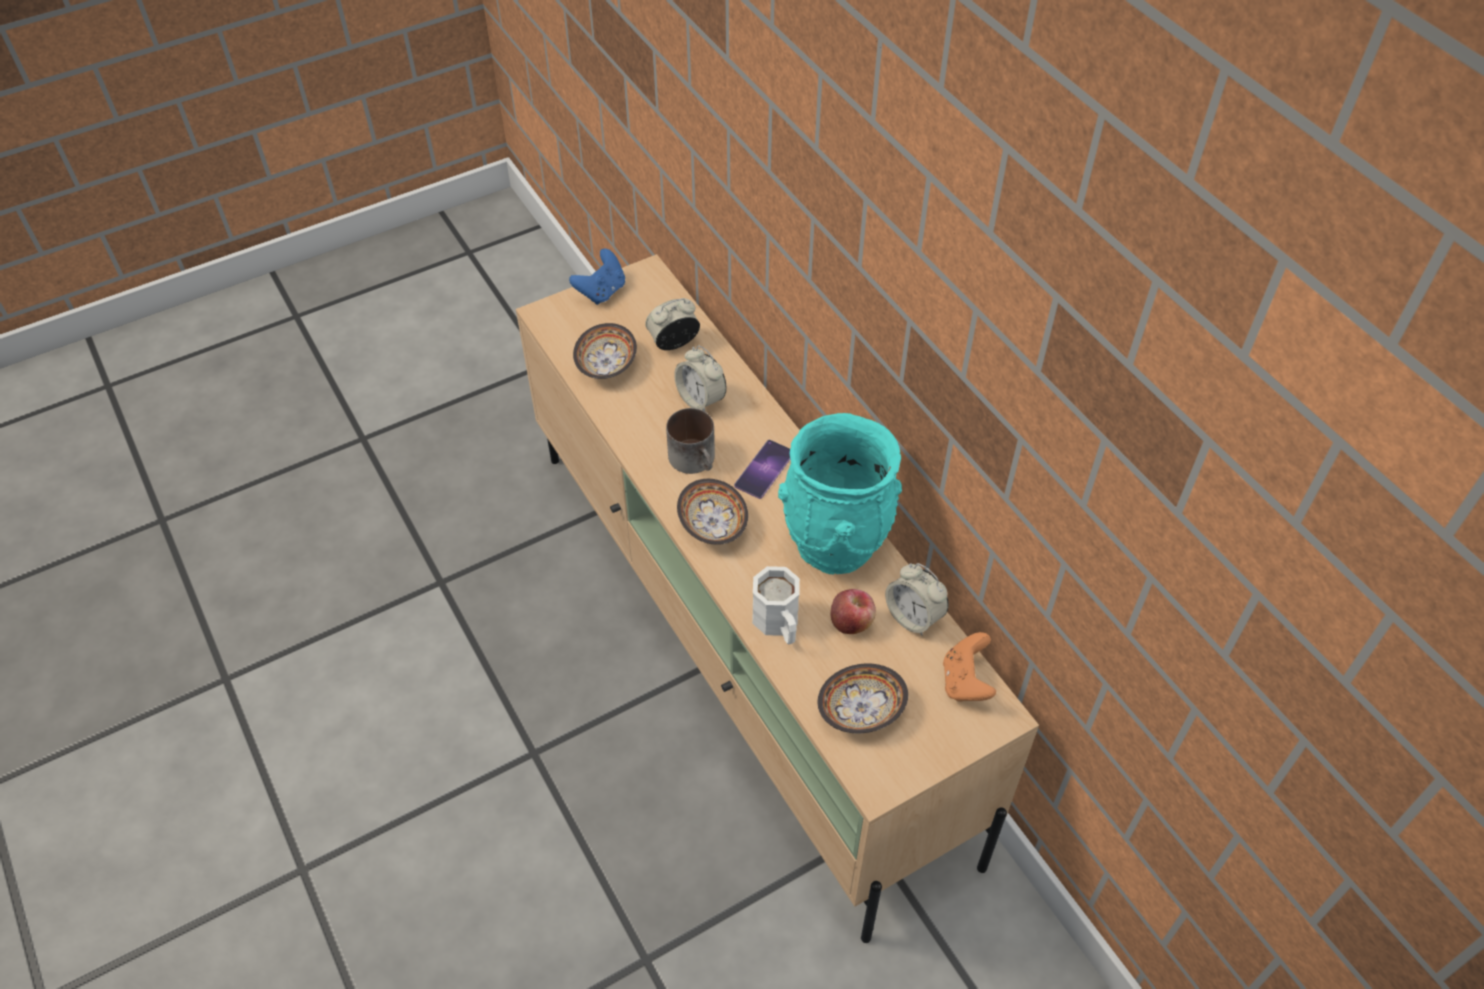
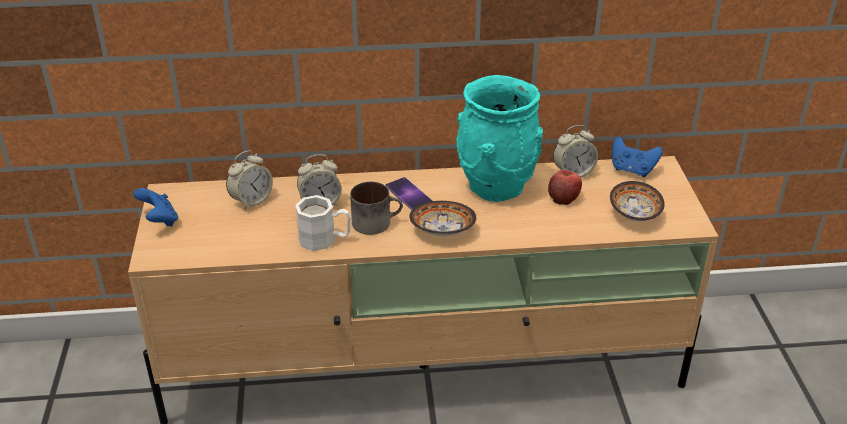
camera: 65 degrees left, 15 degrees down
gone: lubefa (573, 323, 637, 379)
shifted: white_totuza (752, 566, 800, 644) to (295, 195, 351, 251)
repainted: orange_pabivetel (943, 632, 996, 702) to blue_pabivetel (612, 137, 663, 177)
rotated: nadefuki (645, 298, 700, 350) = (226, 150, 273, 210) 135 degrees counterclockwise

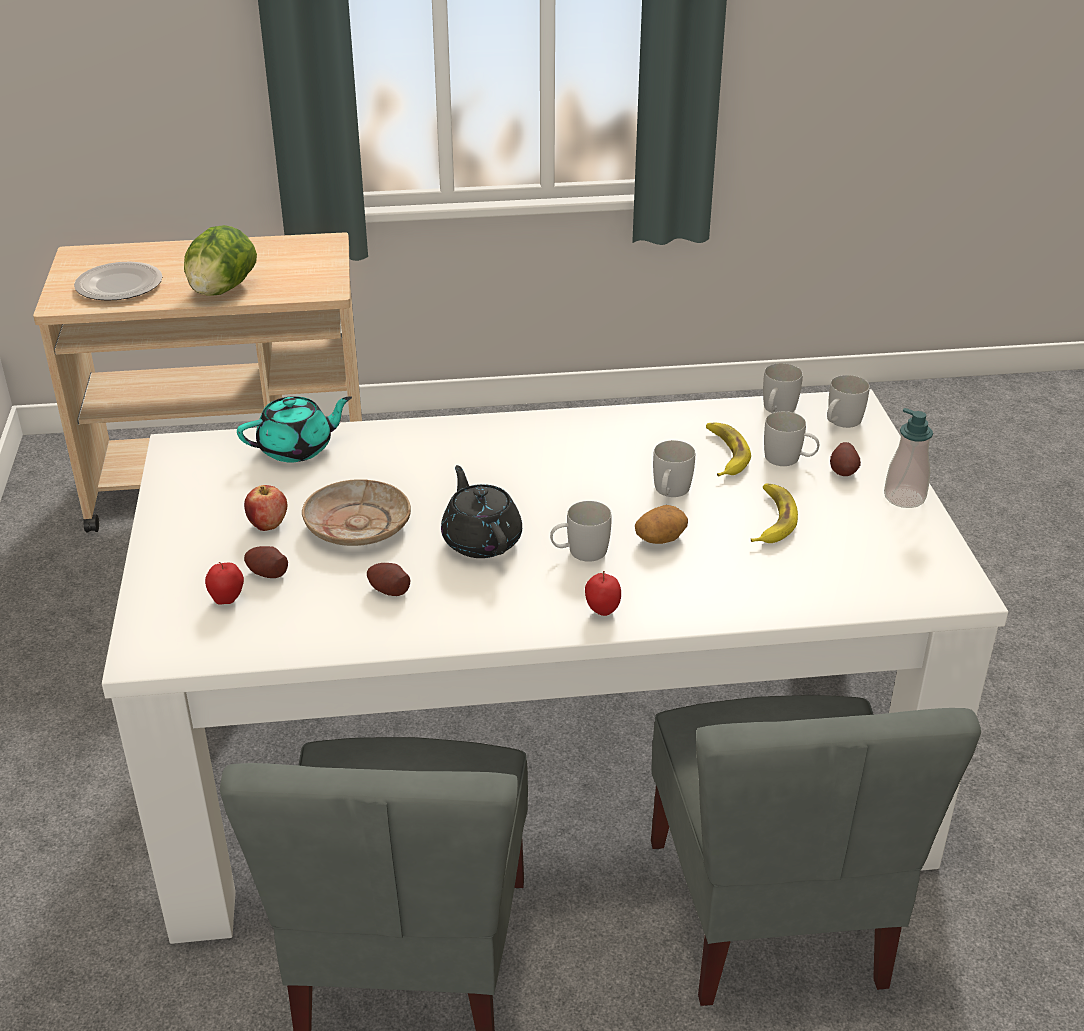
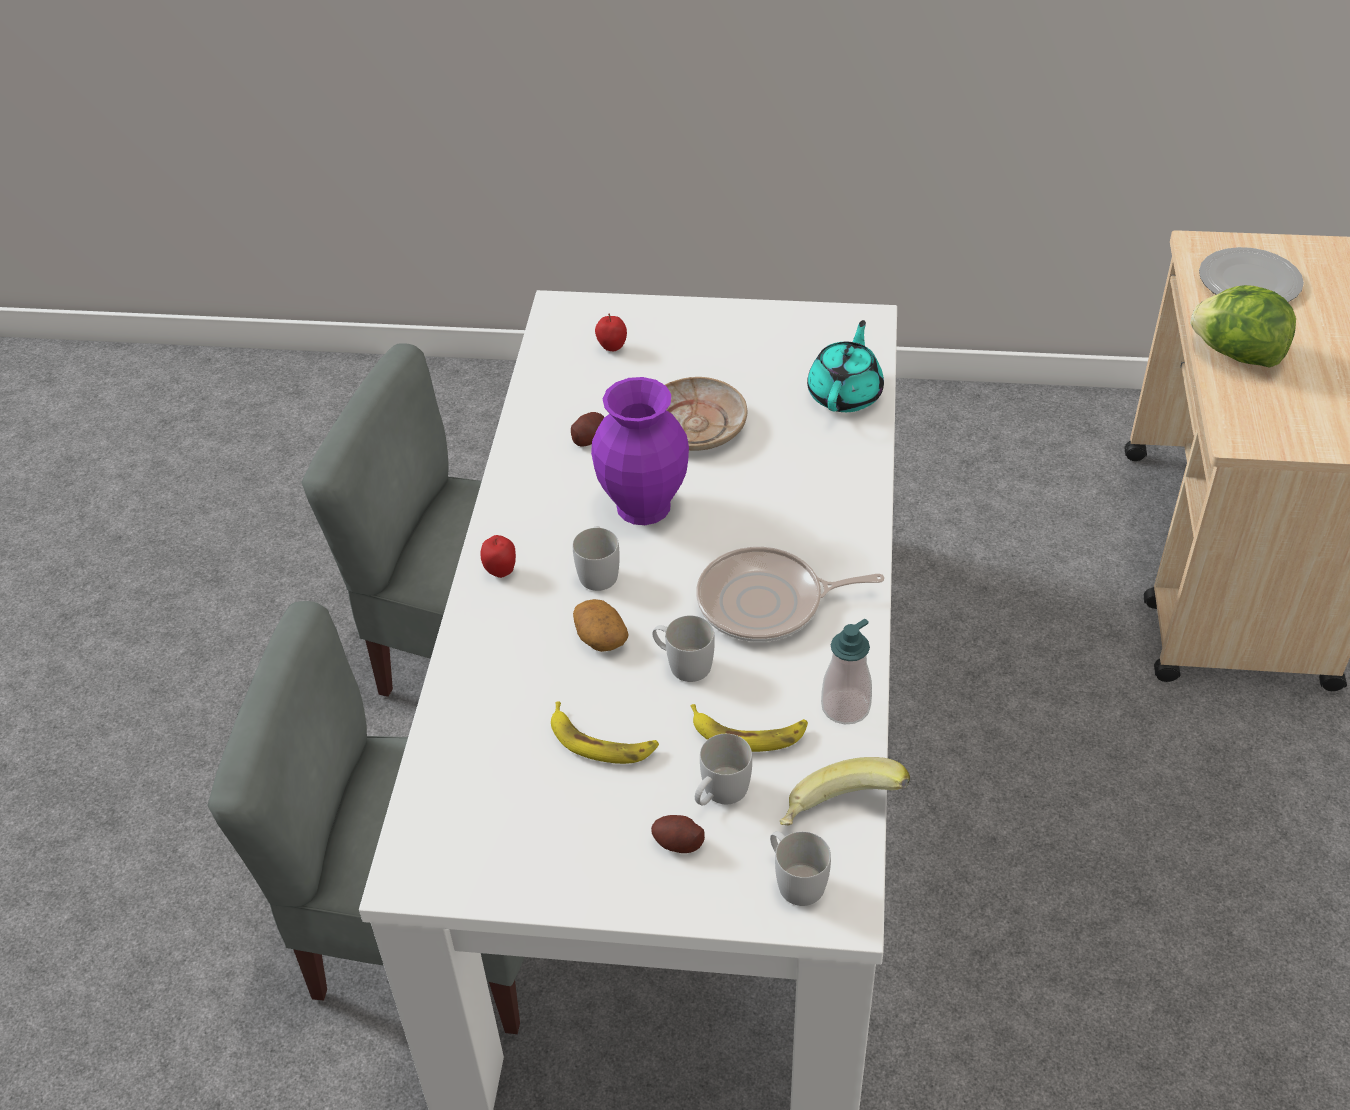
camera: 105 degrees right, 10 degrees up
gone: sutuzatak (244, 485, 287, 531); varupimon (244, 546, 288, 578)
new: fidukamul (696, 546, 885, 642)
shifted: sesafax (884, 408, 933, 508) to (821, 619, 872, 724)
swapped: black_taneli (441, 465, 522, 558) to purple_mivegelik (591, 377, 689, 525); white_totuza (763, 363, 803, 413) to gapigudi (780, 757, 910, 826)
rotated: turquoise_taneli (237, 396, 352, 462) = (807, 320, 884, 412) 150 degrees counterclockwise

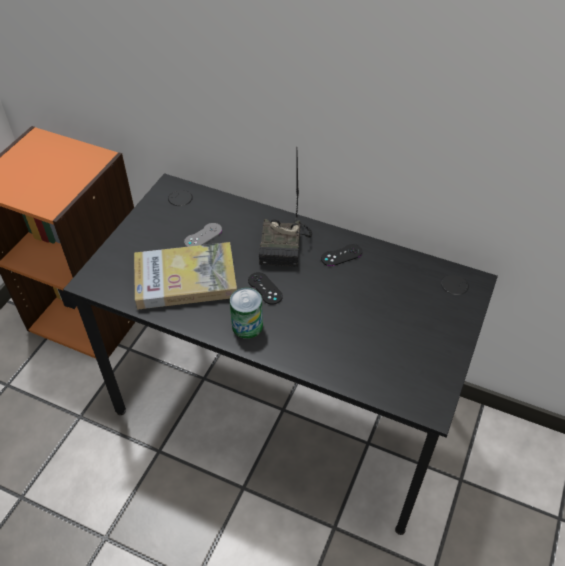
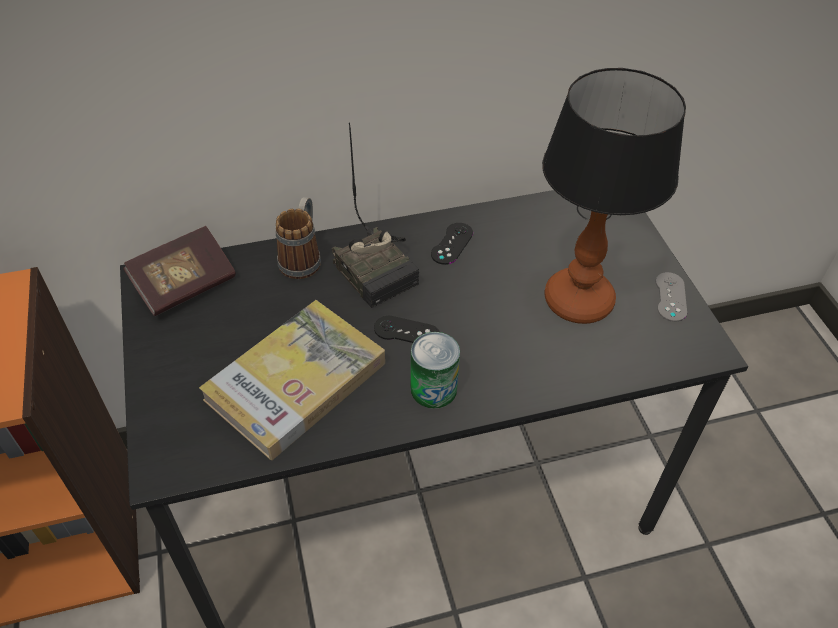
camera: 40 degrees left, 0 degrees up
new: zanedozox (123, 226, 236, 316); totuza (275, 197, 321, 279); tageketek (542, 68, 686, 324)
shifted: grey_pabivetel (184, 223, 222, 247) to (655, 272, 687, 322)

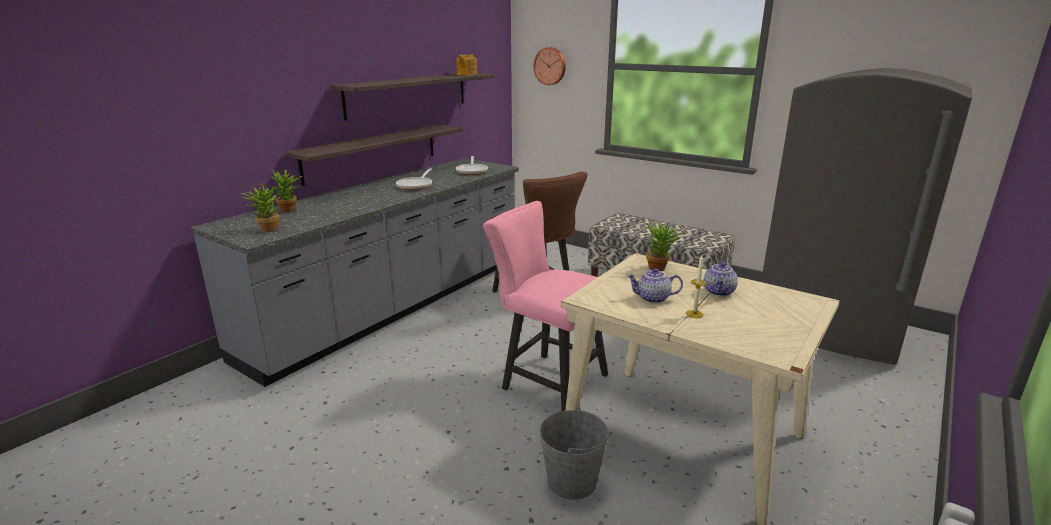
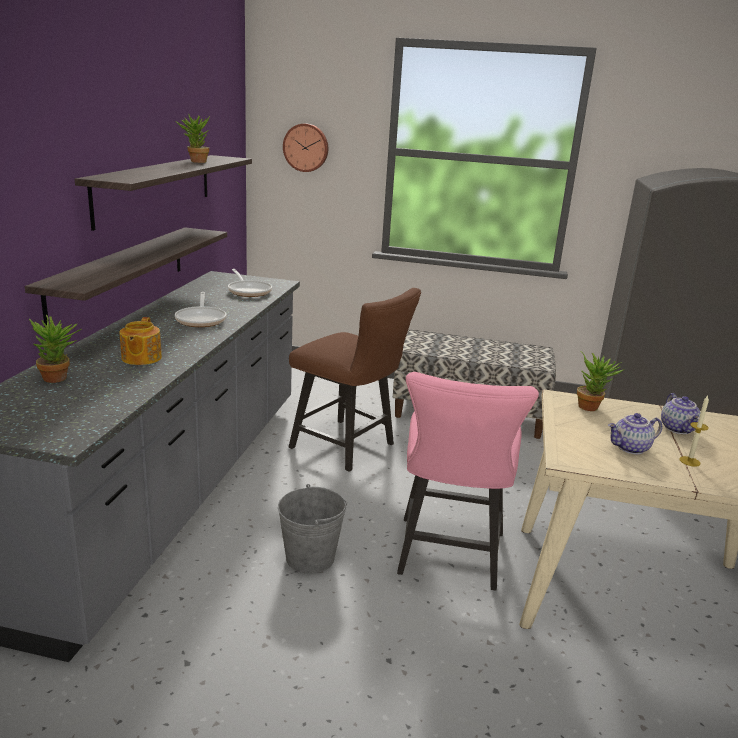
camera: 25 degrees left, 0 degrees up
shifted: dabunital (241, 182, 279, 232) to (175, 113, 210, 163); taneli (456, 54, 477, 75) to (119, 317, 162, 365); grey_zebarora (539, 407, 610, 500) to (278, 484, 347, 574)
rotated: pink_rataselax (483, 201, 608, 411) = (397, 372, 539, 591) 90 degrees counterclockwise

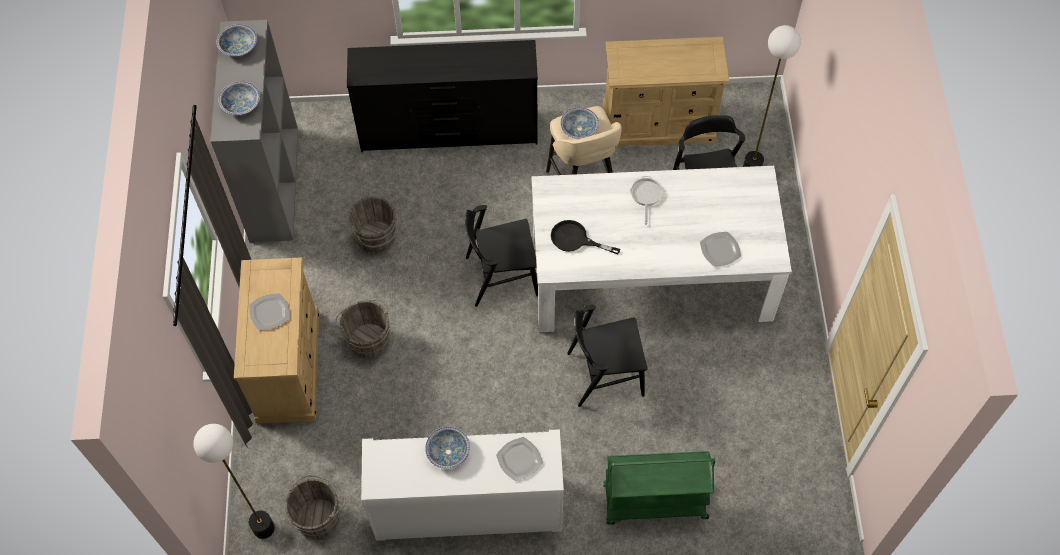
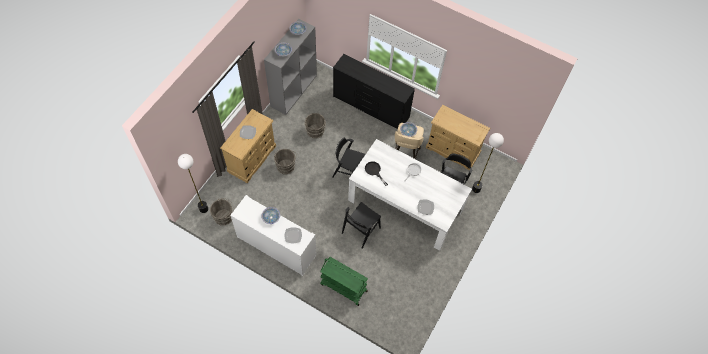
camera: 30 degrees right, 0 degrees up
rotated: black_rataselax (567, 304, 647, 407) = (342, 202, 381, 249) 75 degrees counterclockwise

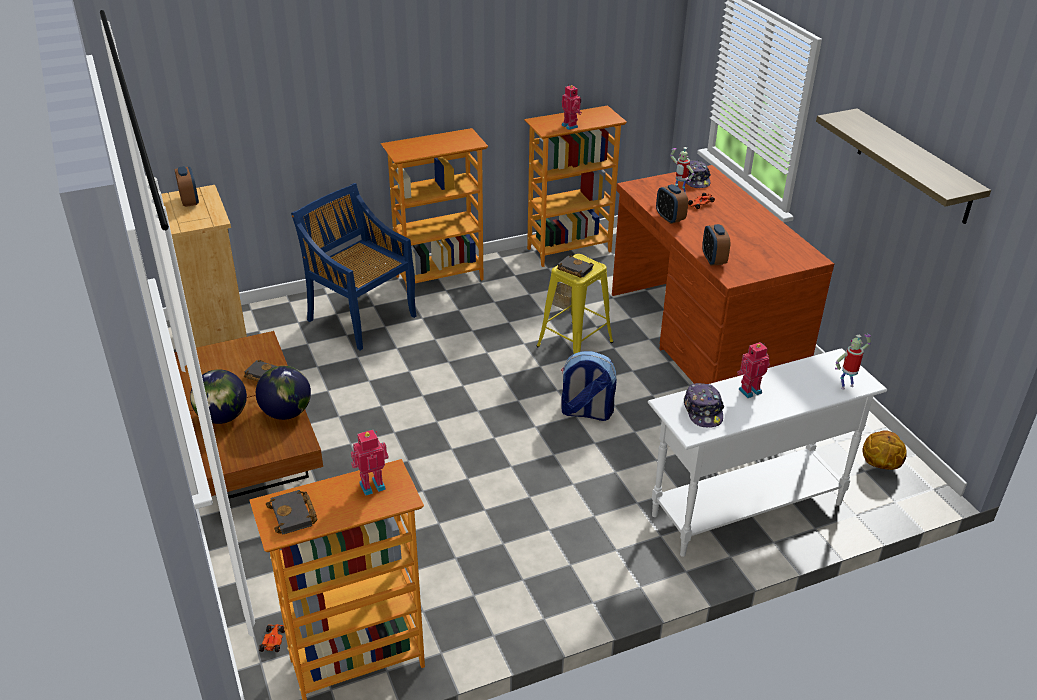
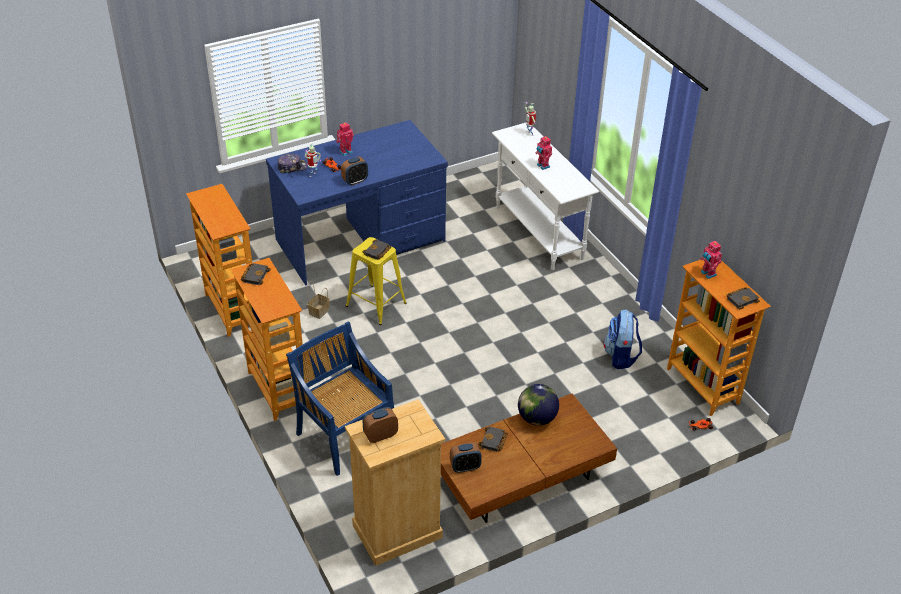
camera: 95 degrees left, 5 degrees up
gone: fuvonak (190, 369, 247, 424); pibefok (684, 383, 724, 427); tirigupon (816, 108, 991, 224); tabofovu (862, 430, 907, 470)
new: black_zanedozox (241, 263, 271, 285)
shifted: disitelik (561, 351, 617, 421) to (603, 310, 642, 369); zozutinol (562, 84, 582, 130) to (336, 122, 354, 156); nadefuki (702, 224, 730, 266) to (450, 442, 482, 473)
repainted: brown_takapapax (612, 165, 834, 384) to blue_takapapax (266, 120, 448, 286)
rotated: blue_rataselax (291, 183, 416, 351) = (286, 322, 394, 476) 105 degrees clockwise

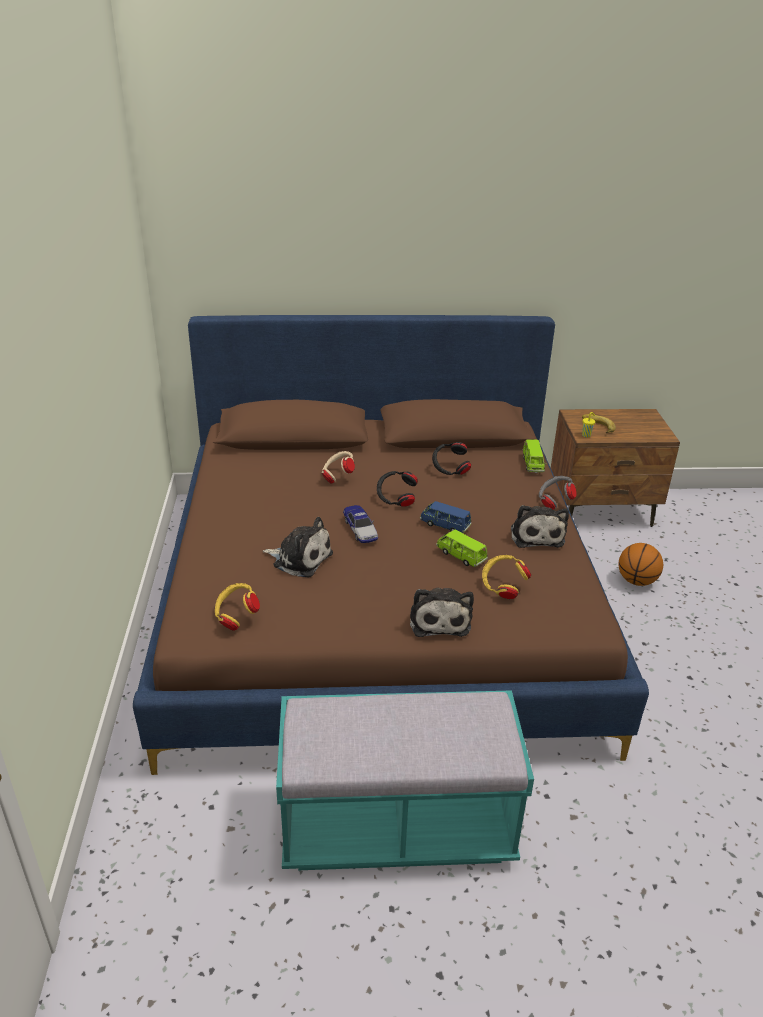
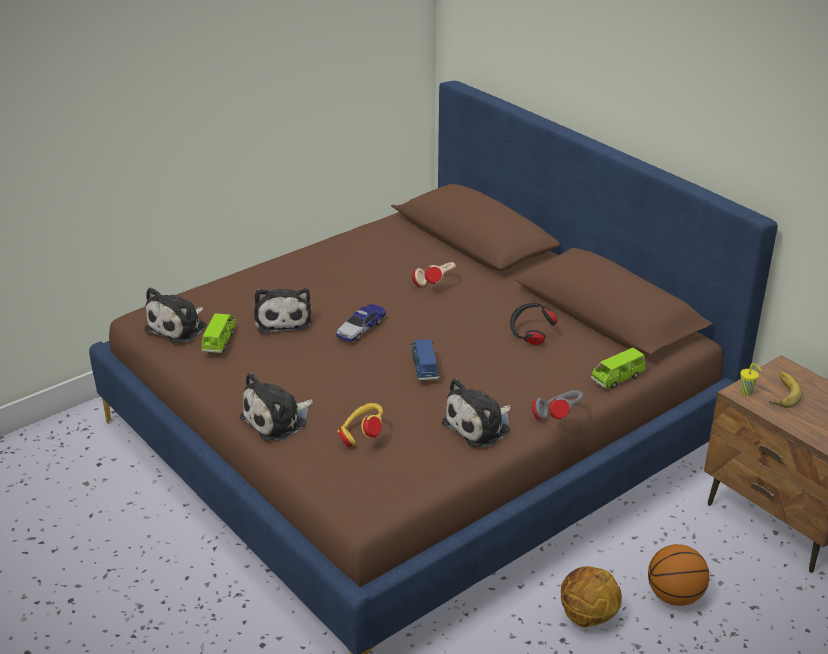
camera: 55 degrees right, 0 degrees up
gone: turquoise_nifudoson (276, 690, 534, 870); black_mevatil (377, 471, 418, 507)
new: tabofovu (561, 566, 622, 628)
shifted: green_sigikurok (436, 529, 488, 567) to (201, 313, 236, 353)
swapped: yellow_mevatil (215, 583, 260, 631) to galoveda (144, 287, 207, 343)

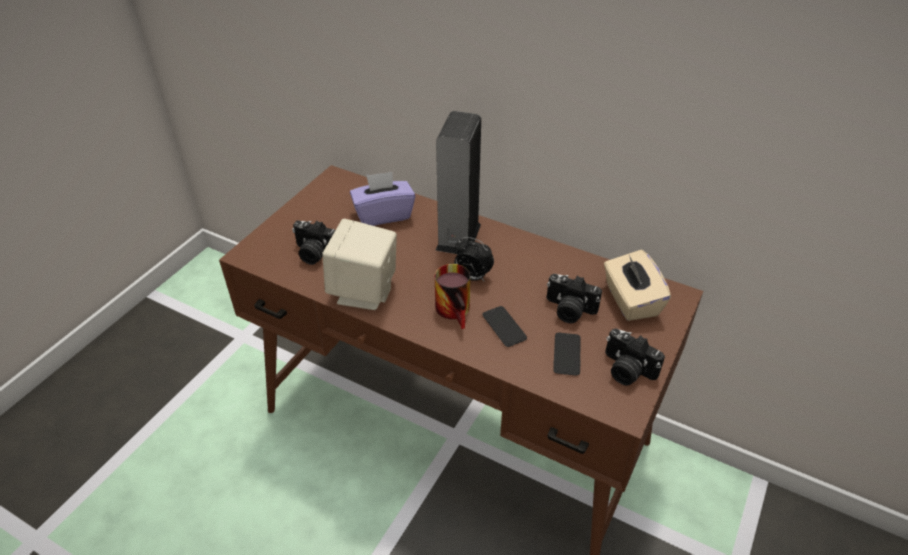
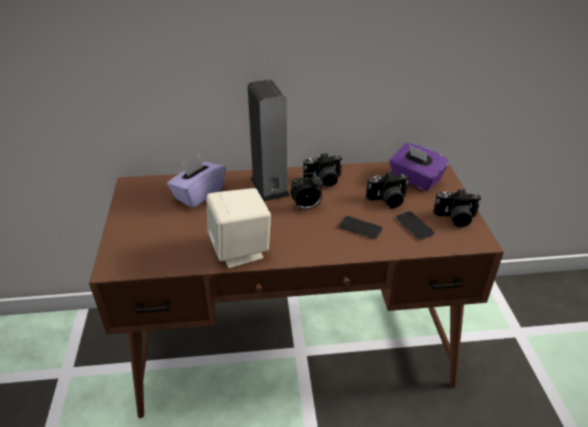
camera: 35 degrees left, 5 degrees down
gone: totuza (435, 264, 470, 329)
shifted: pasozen (292, 220, 335, 265) to (303, 153, 343, 187)
repainted: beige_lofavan (604, 250, 671, 321) to purple_lofavan (389, 143, 449, 191)

